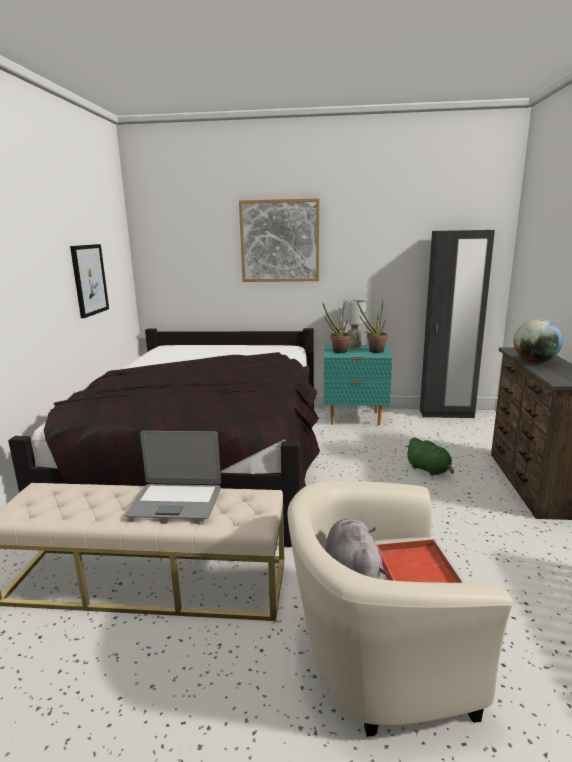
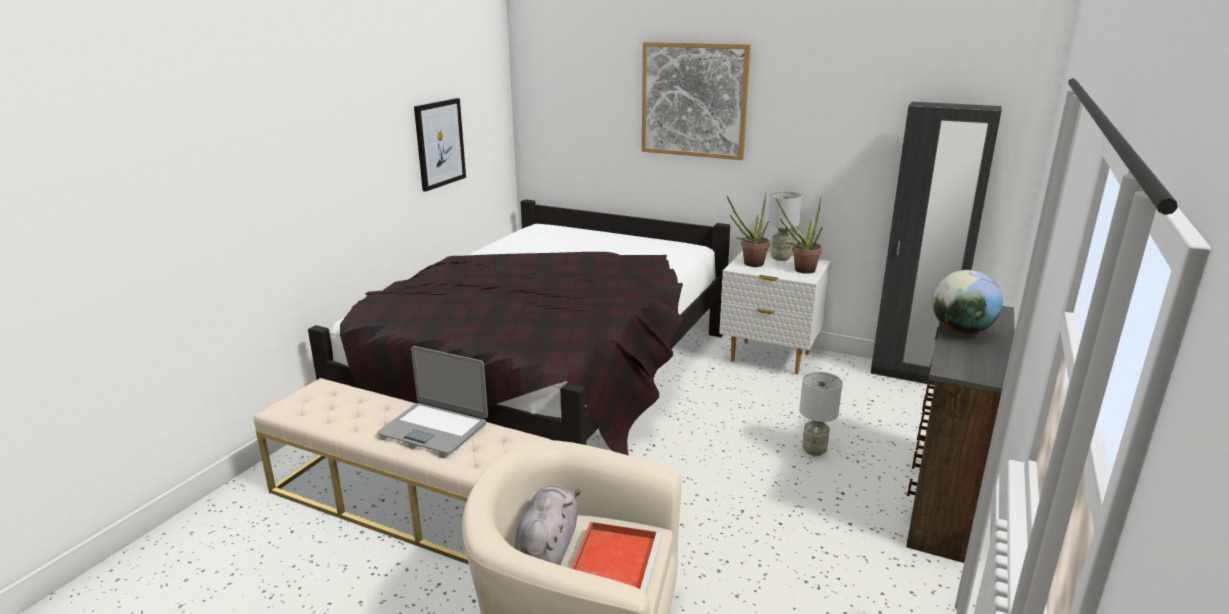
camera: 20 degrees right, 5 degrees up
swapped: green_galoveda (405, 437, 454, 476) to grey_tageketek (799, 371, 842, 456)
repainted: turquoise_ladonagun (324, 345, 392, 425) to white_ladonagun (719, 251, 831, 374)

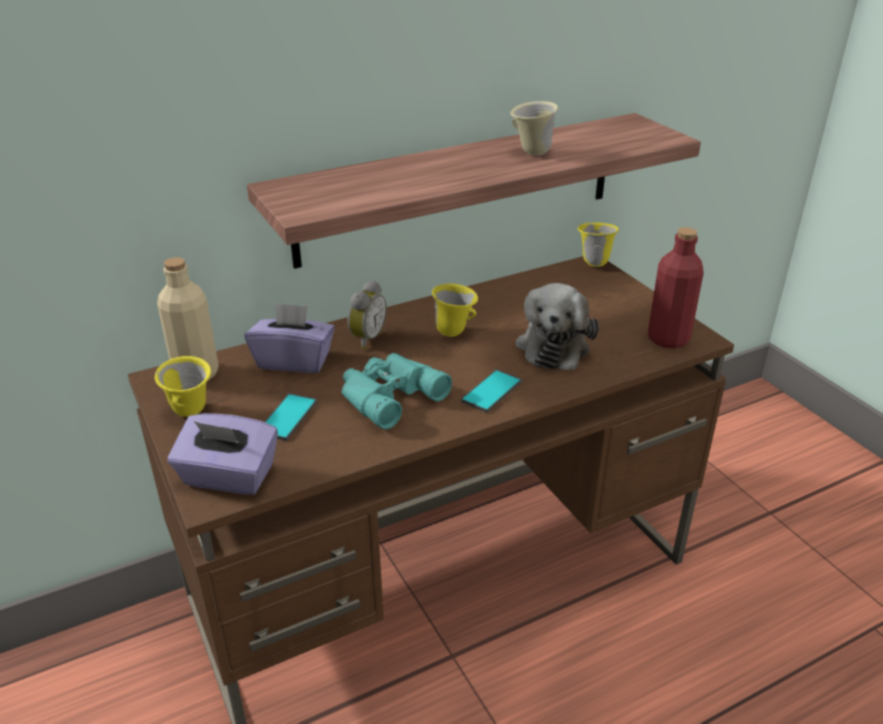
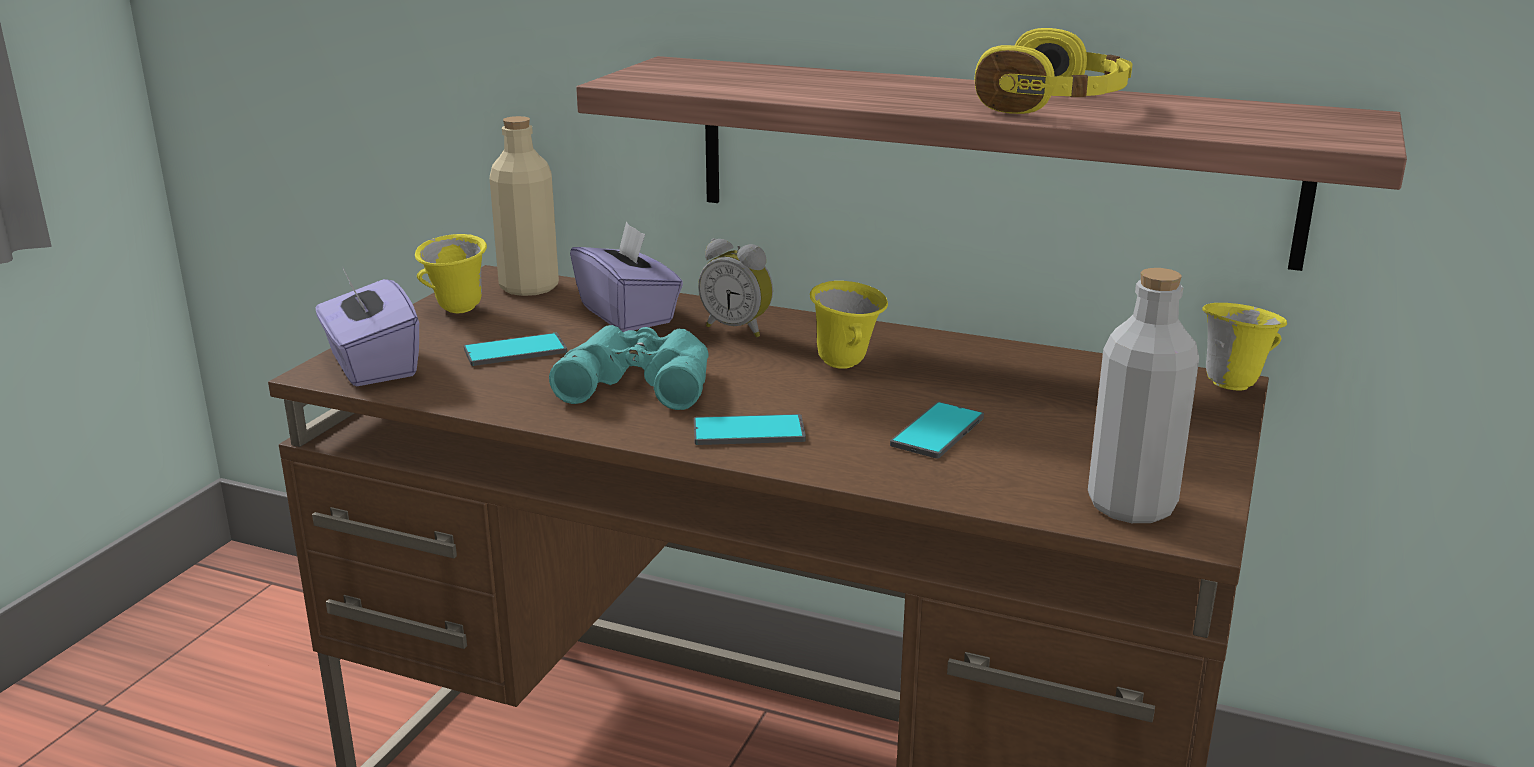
camera: 50 degrees right, 10 degrees down
swapped: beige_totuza (510, 101, 558, 156) to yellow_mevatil (974, 28, 1133, 114); galoveda (516, 283, 599, 371) to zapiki (890, 402, 984, 459)
repainted: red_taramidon (648, 227, 704, 348) to grey_taramidon (1088, 268, 1199, 523)
rotated: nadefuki (347, 280, 387, 349) = (698, 238, 773, 338) 45 degrees clockwise

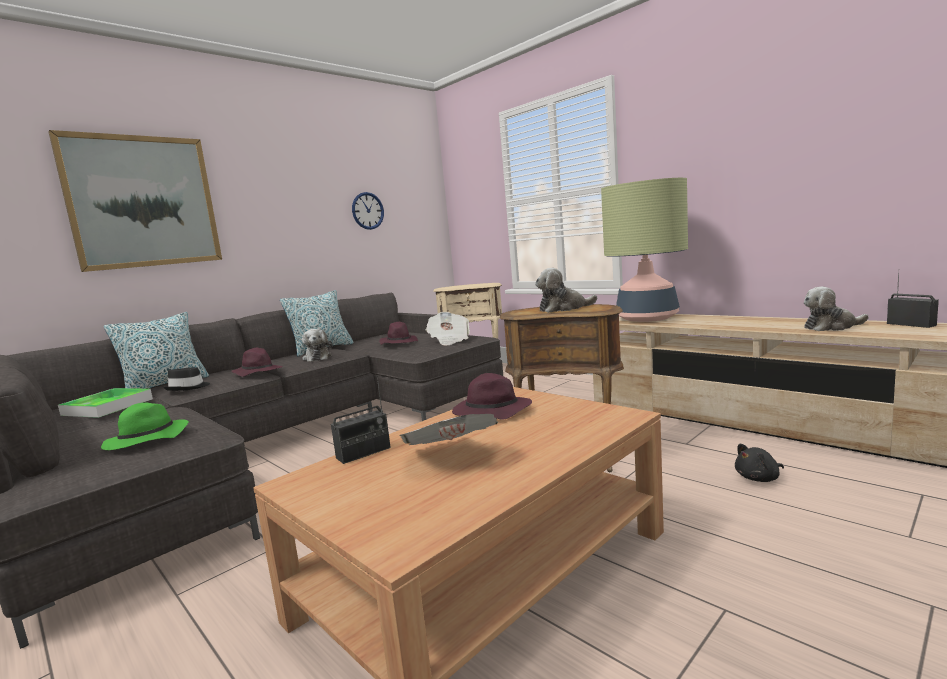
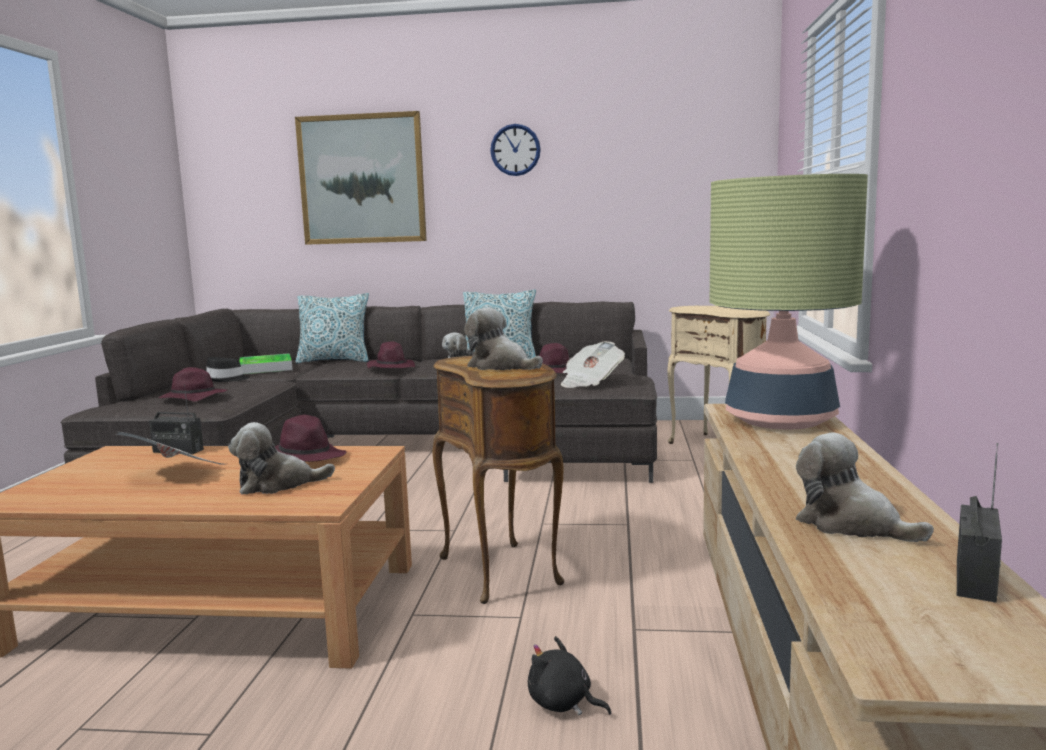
camera: 50 degrees right, 0 degrees up
new: galoveda (228, 422, 335, 494)
shifted: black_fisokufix (163, 367, 210, 391) to (206, 357, 250, 382); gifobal (352, 192, 384, 230) to (490, 124, 541, 176)
repainted: green_fisokufix (101, 403, 189, 450) to purple_fisokufix (158, 367, 227, 402)

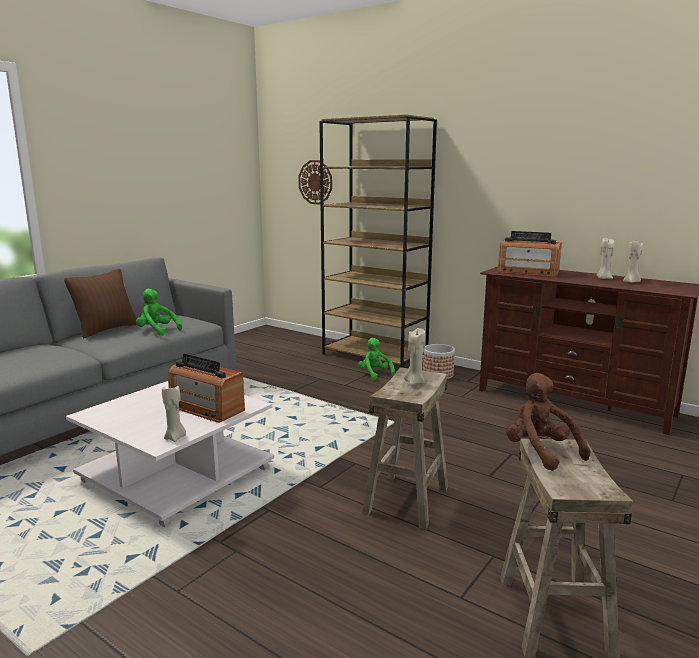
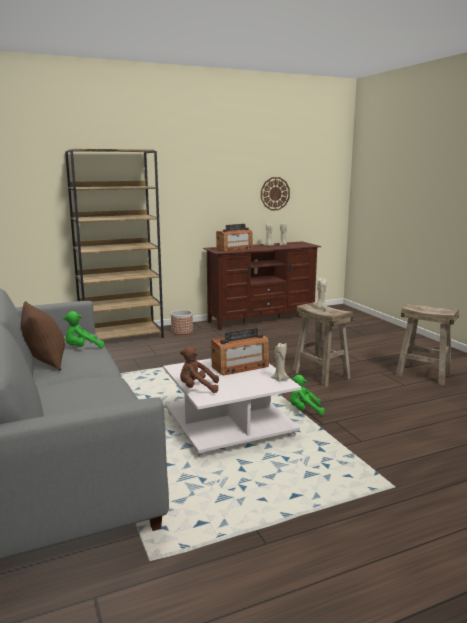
camera: 60 degrees left, 0 degrees up
shifted: gifobal (298, 160, 332, 204) to (261, 177, 290, 211); green_galoveda (358, 338, 395, 380) to (290, 375, 324, 415); brown_galoveda (506, 373, 590, 471) to (180, 347, 219, 393)

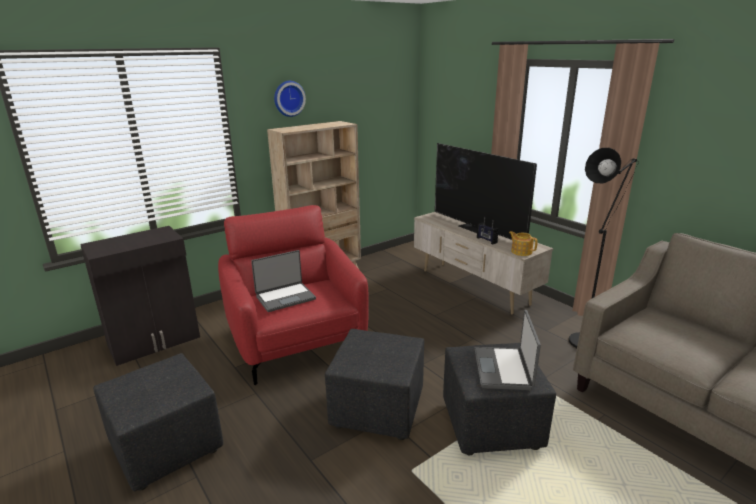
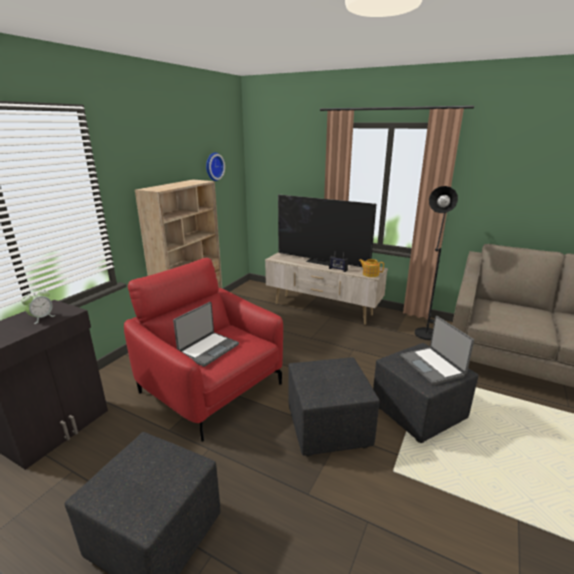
camera: 25 degrees left, 0 degrees up
new: nadefuki (21, 288, 56, 324)
shifted: gifobal (274, 81, 306, 117) to (206, 152, 225, 181)

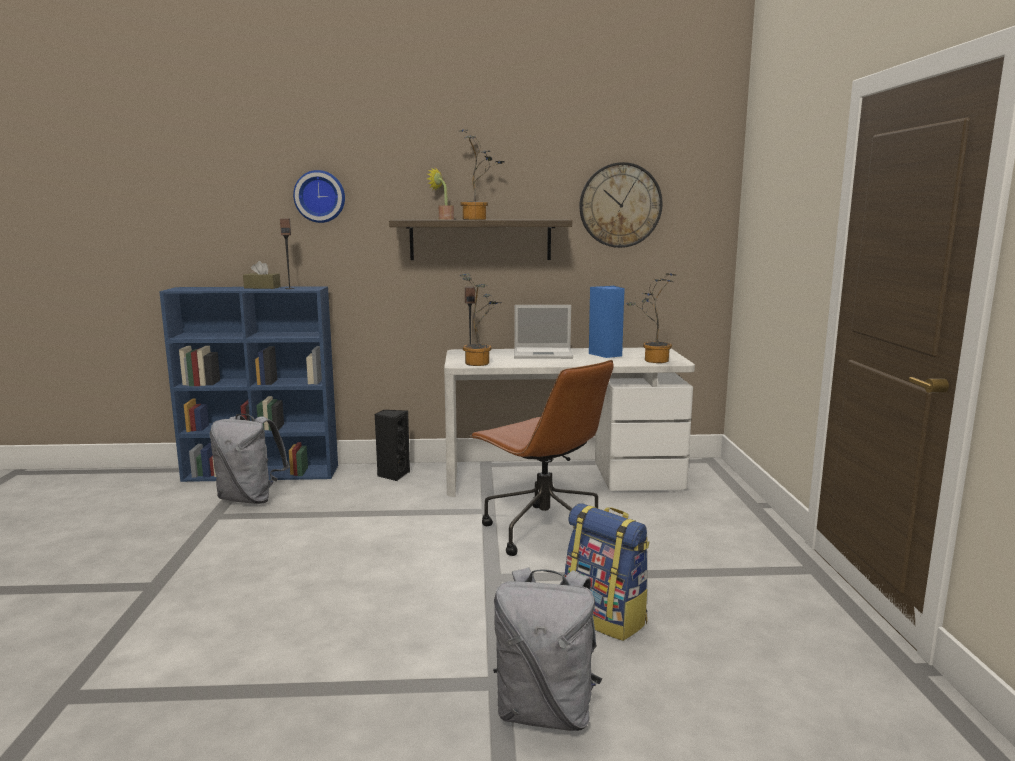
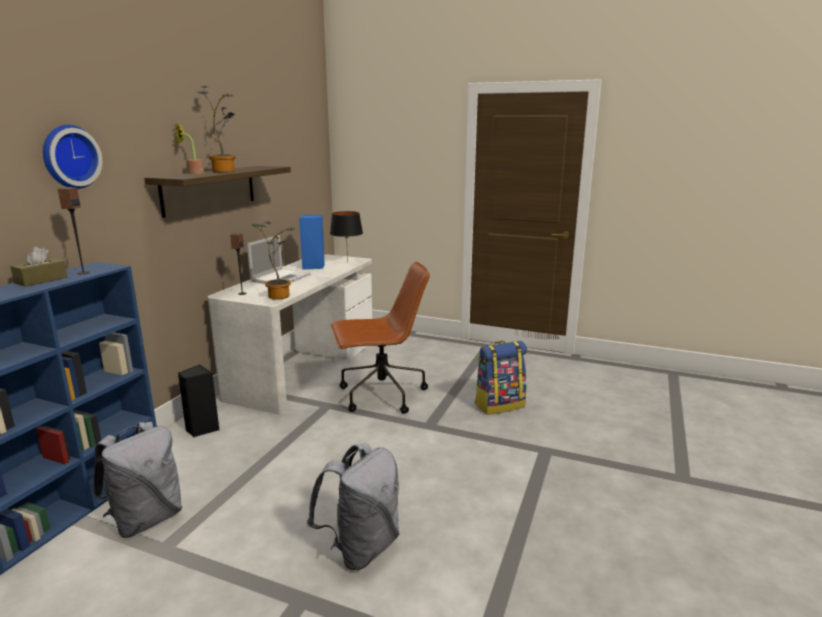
camera: 65 degrees left, 5 degrees up
gone: gifobal (579, 162, 663, 248)
shifted: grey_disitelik (493, 567, 602, 731) to (307, 443, 400, 570)
swapped: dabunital (626, 273, 675, 363) to black_tageketek (330, 211, 363, 263)

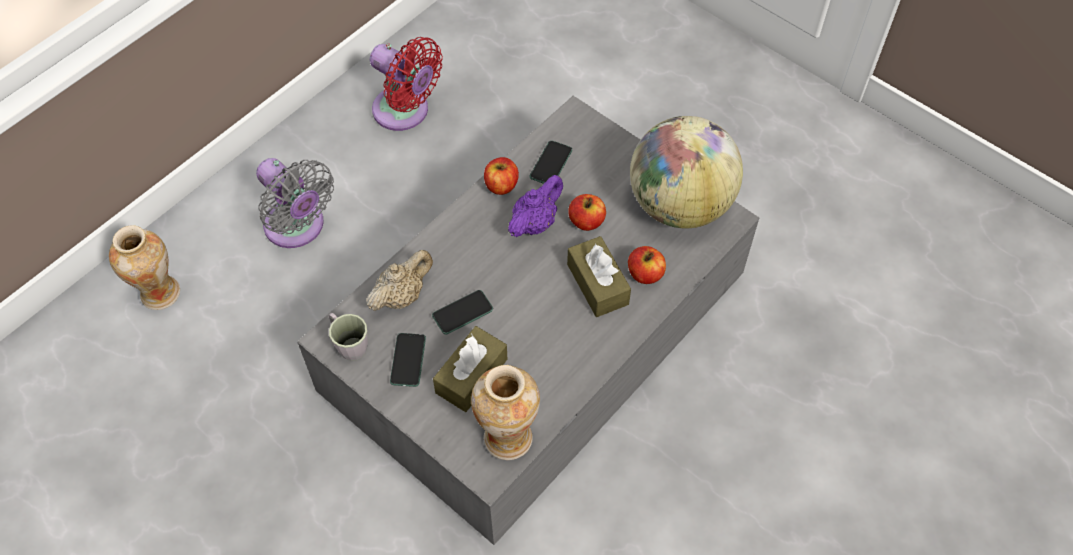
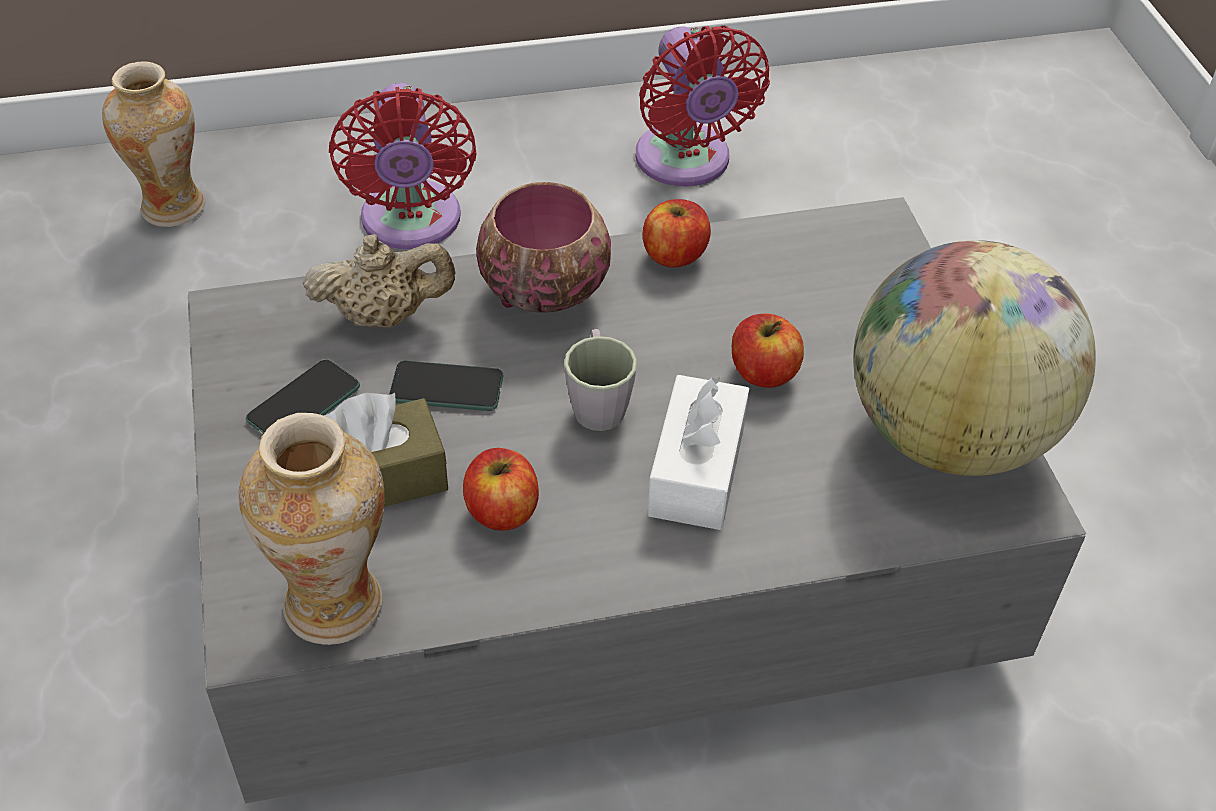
camera: 35 degrees right, 10 degrees down
gone: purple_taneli (508, 175, 563, 237); zapiki (530, 141, 572, 184)
new: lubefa (476, 182, 611, 313)
shifted: grey_totuza (329, 313, 368, 361) to (564, 329, 637, 431); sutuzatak (628, 246, 666, 284) to (463, 448, 539, 531)
repainted: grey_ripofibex (256, 158, 334, 248) to red_ripofibex (329, 83, 477, 250); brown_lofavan (567, 236, 631, 317) to white_lofavan (647, 375, 749, 530)

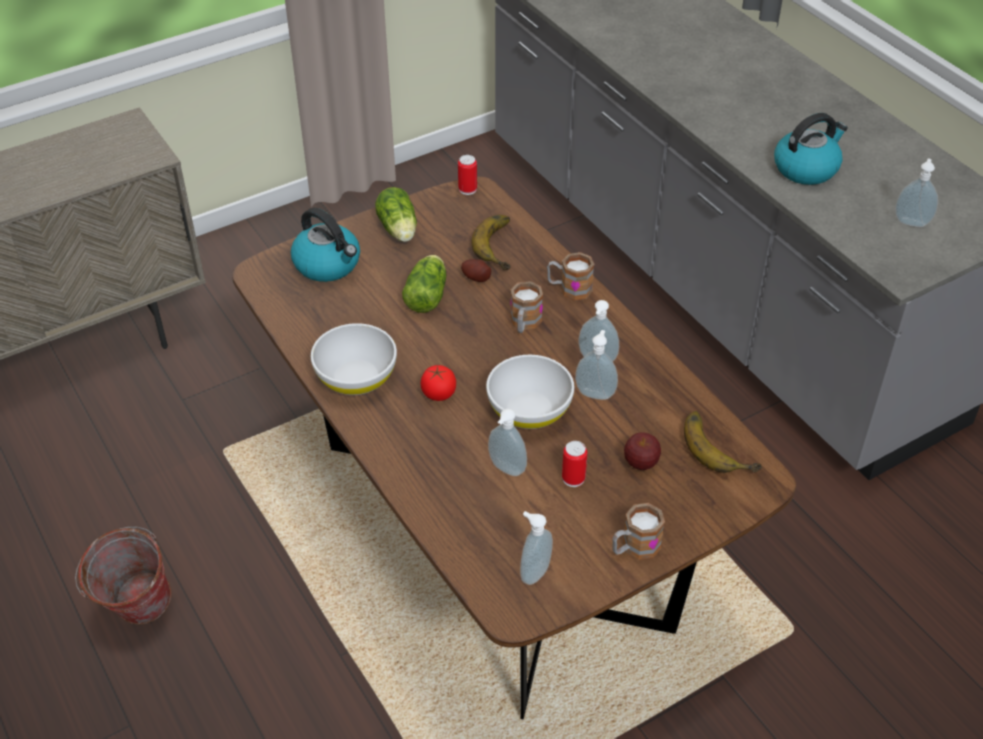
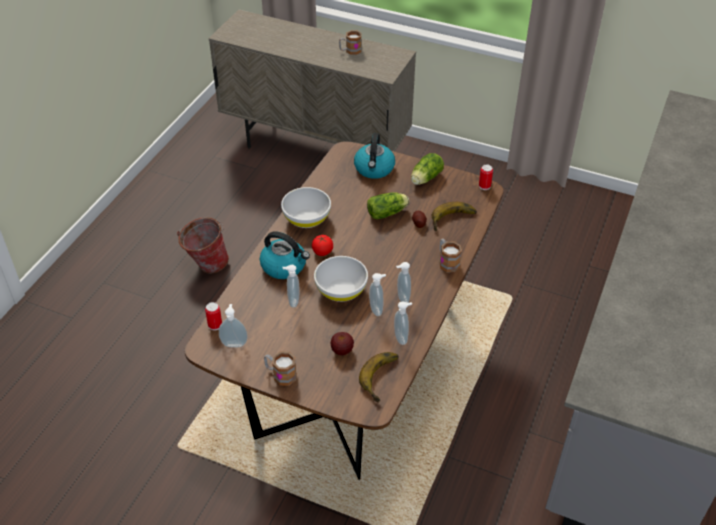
camera: 55 degrees right, 0 degrees up
shifted: totuza (510, 281, 543, 333) to (339, 30, 361, 55); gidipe (562, 441, 587, 487) to (205, 302, 222, 331); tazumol (774, 113, 848, 185) to (260, 231, 310, 279); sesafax (895, 158, 938, 227) to (394, 302, 412, 345)

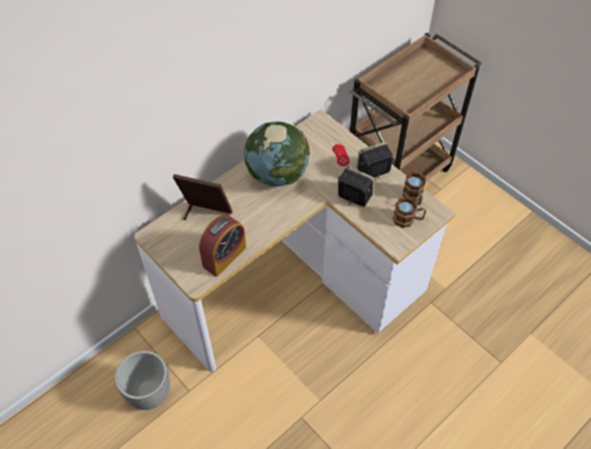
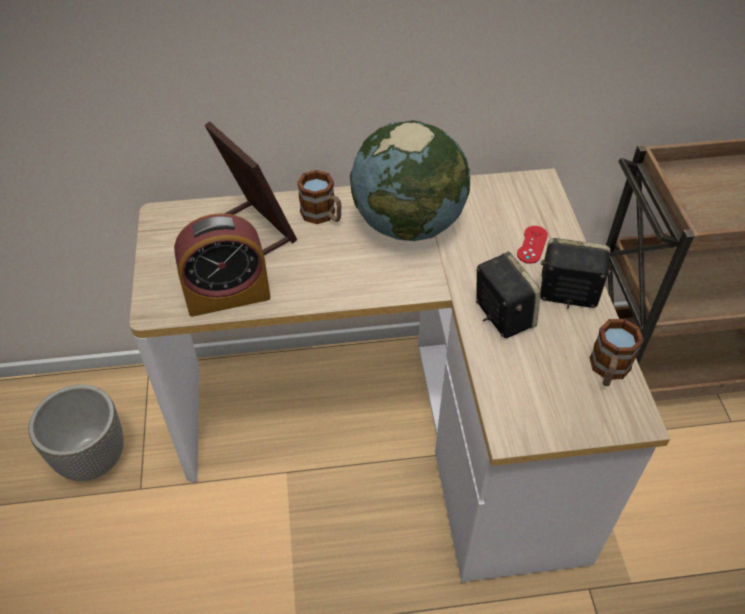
camera: 35 degrees right, 5 degrees down
shifted: totuza (393, 197, 426, 228) to (297, 170, 341, 224)

